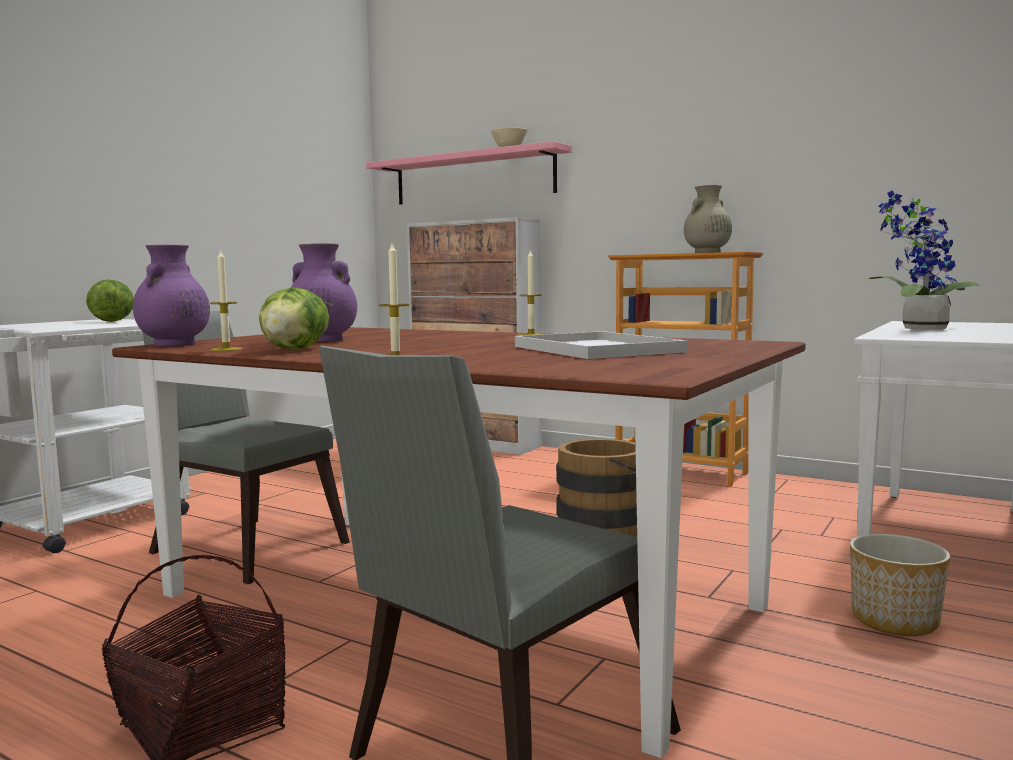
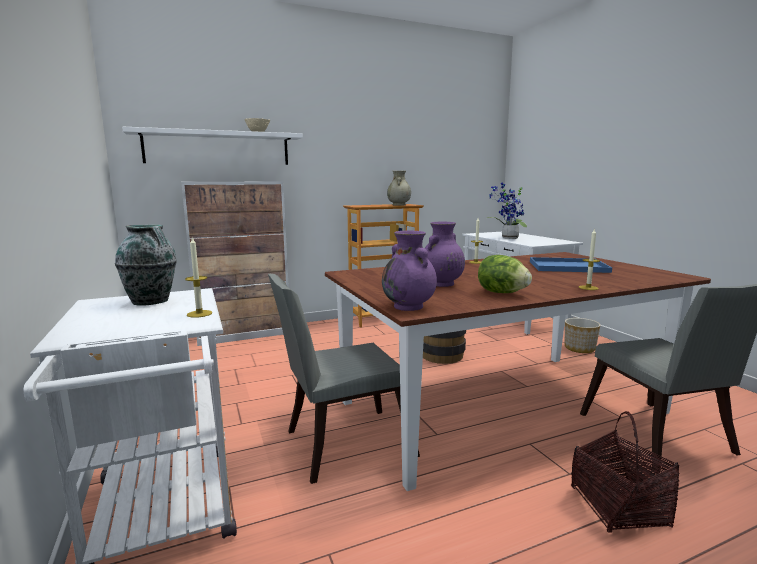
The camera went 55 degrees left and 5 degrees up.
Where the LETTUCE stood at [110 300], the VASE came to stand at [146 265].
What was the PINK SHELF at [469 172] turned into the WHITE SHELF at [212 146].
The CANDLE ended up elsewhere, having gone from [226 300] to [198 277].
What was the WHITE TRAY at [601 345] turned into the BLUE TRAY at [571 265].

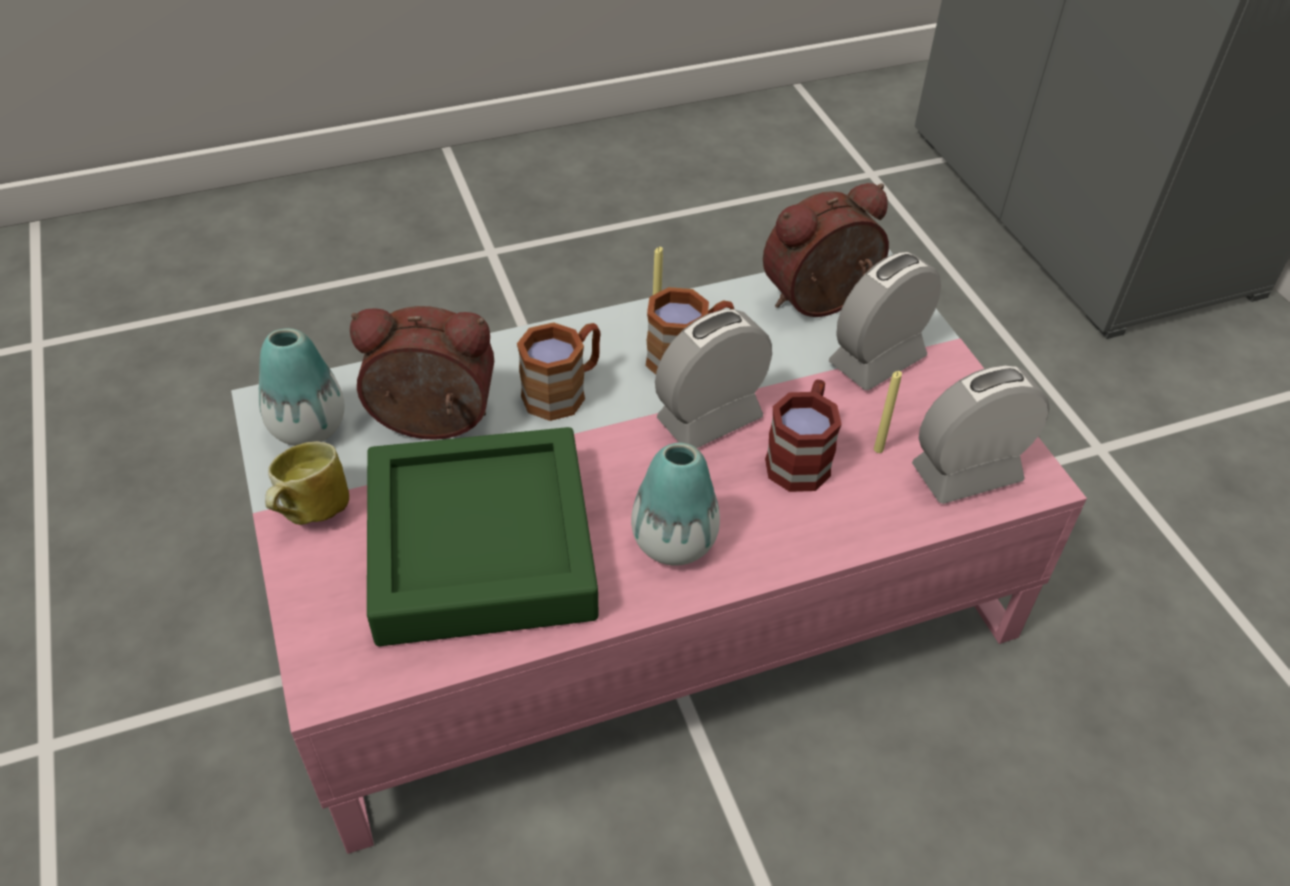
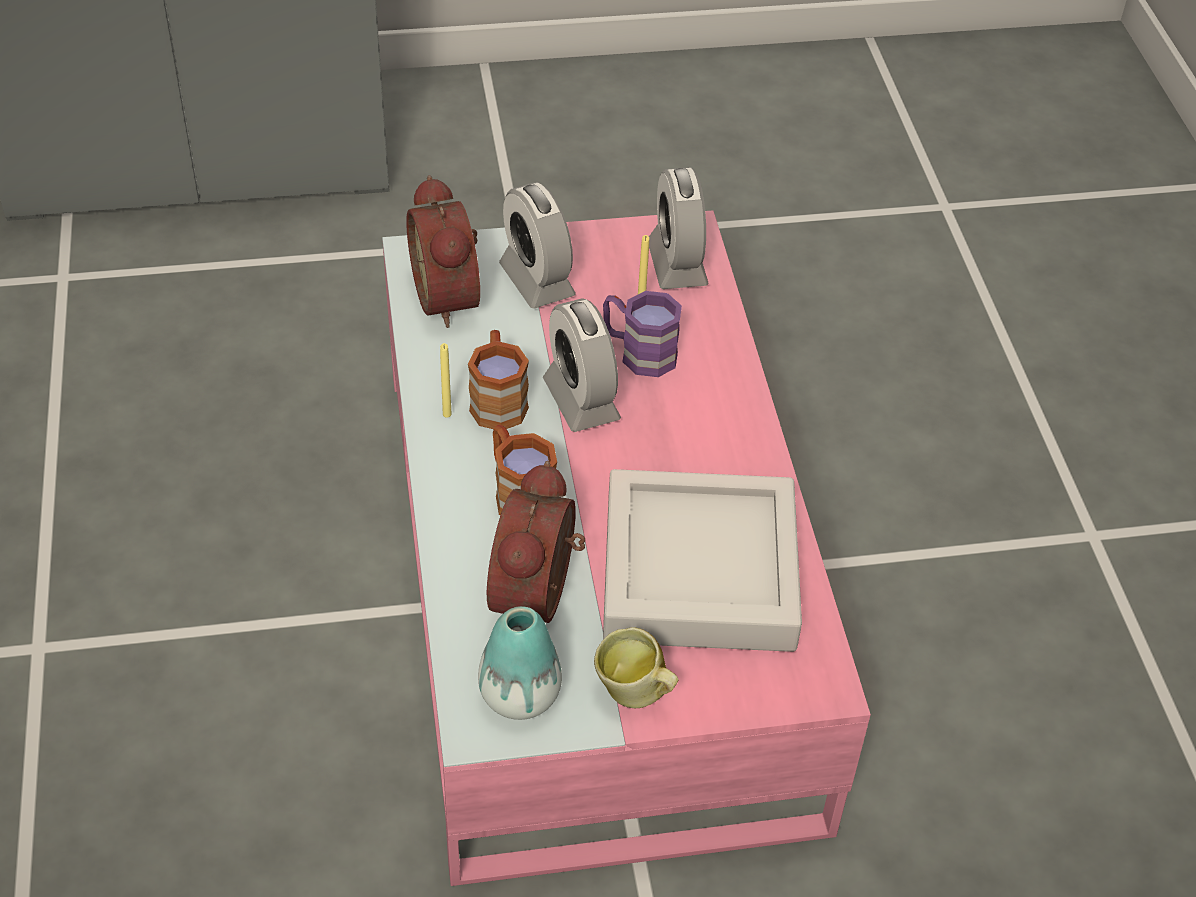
The camera went 80 degrees left and 0 degrees up.
What was the RED MUG at [803 436] turned into the PURPLE MUG at [642 334].
What was the GREEN TRAY at [483 536] turned into the GREY TRAY at [702 560].
The second view lost the VASE at [675 504].

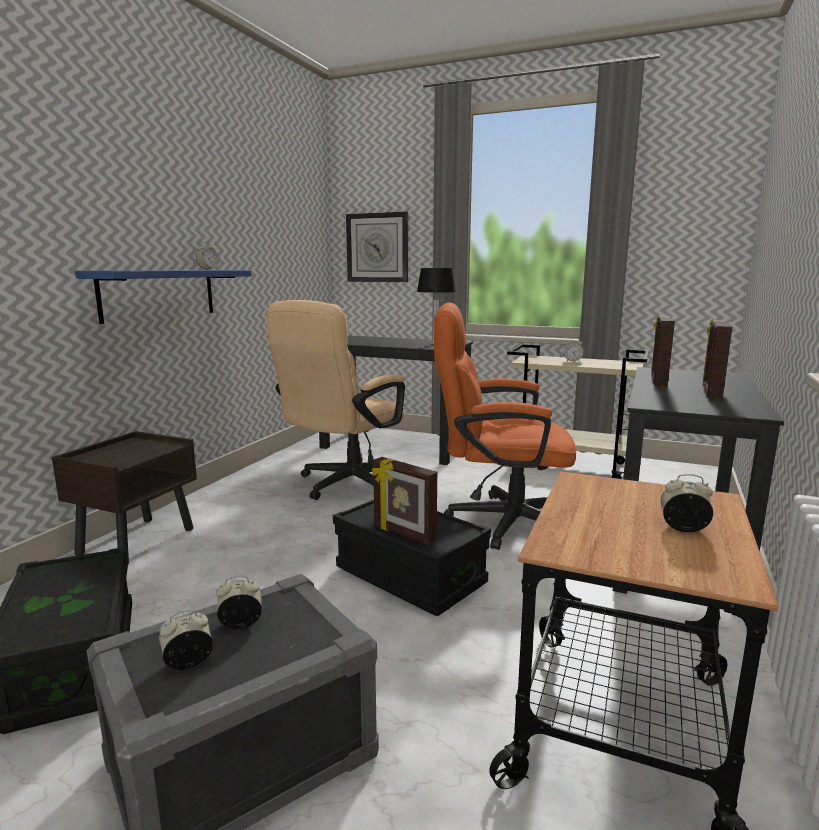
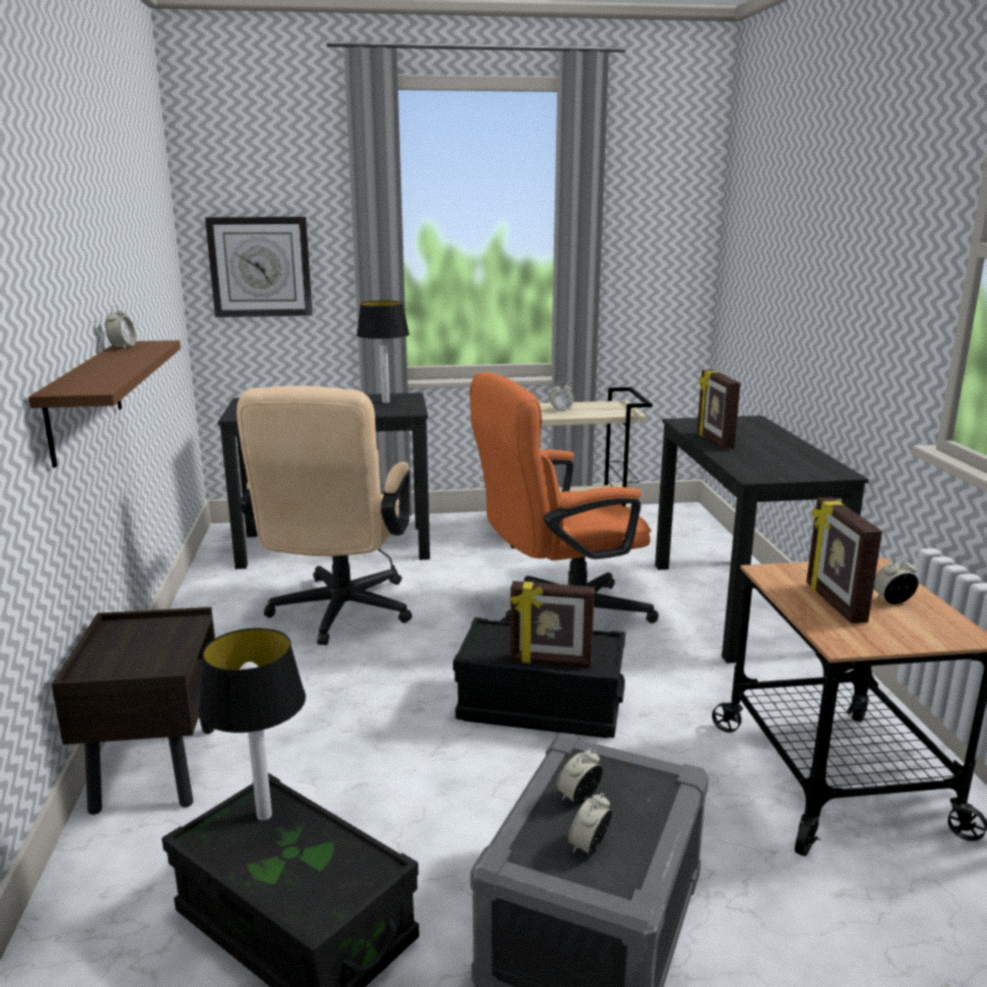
The camera went 30 degrees left and 5 degrees up.
What was the BLUE SHELF at [163 297] turned into the BROWN SHELF at [104 404].
The second view gained the TABLE LAMP at [252 724].
The PICTURE FRAME ended up elsewhere, having gone from [717 359] to [844 560].

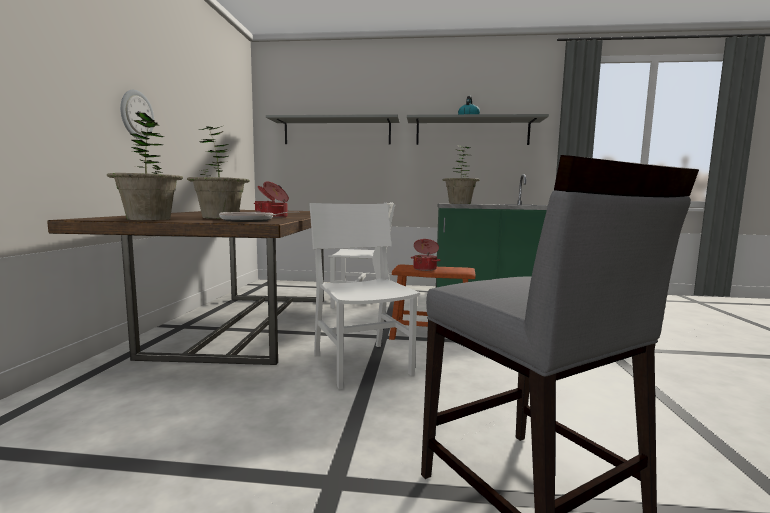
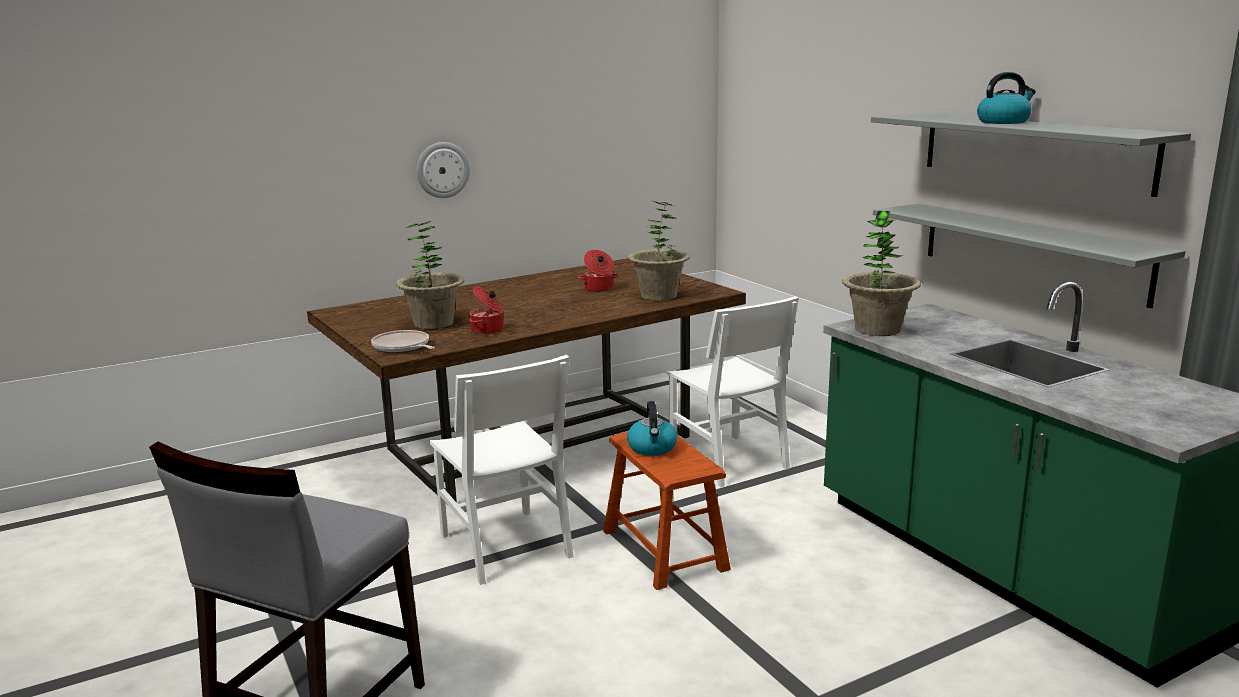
The camera went 55 degrees right and 10 degrees up.
The WHITE CHAIR at [364 296] ended up facing another way, 120 degrees clockwise from before.
Where the COOKING POT stood at [425 255], the KETTLE came to stand at [652 428].
The POTTED PLANT ended up elsewhere, having gone from [145 166] to [659 250].
The GREY SHELF ended up elsewhere, having gone from [333 129] to [1029 255].

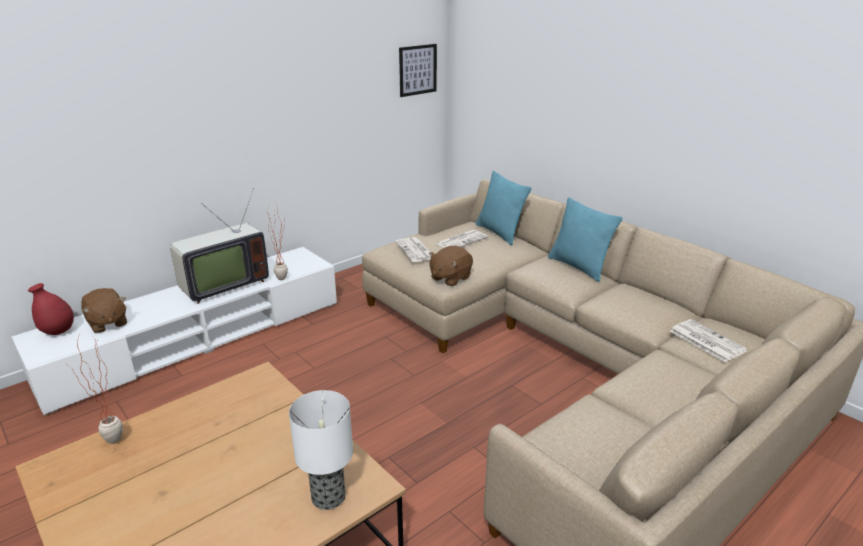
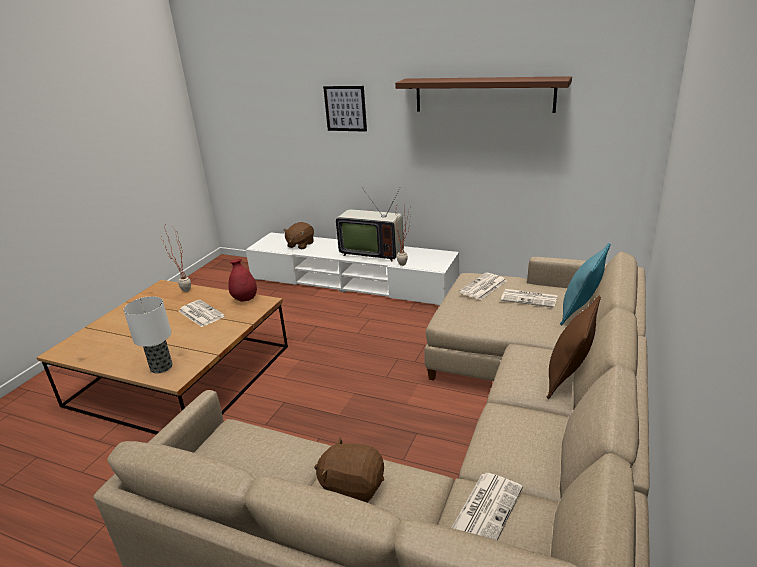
The camera went 65 degrees right and 0 degrees up.
The second view gained the NEWSPAPER at [202 313].
The RED VASE ended up elsewhere, having gone from [51 309] to [242 280].
The BROWN PLUSH TOY ended up elsewhere, having gone from [451 266] to [349 470].
The PICTURE ended up elsewhere, having gone from [418 70] to [345 109].
The second view gained the BROWN SHELF at [483 94].
What was the TURQUOISE PILLOW at [585 239] turned into the BROWN PILLOW at [574 347].

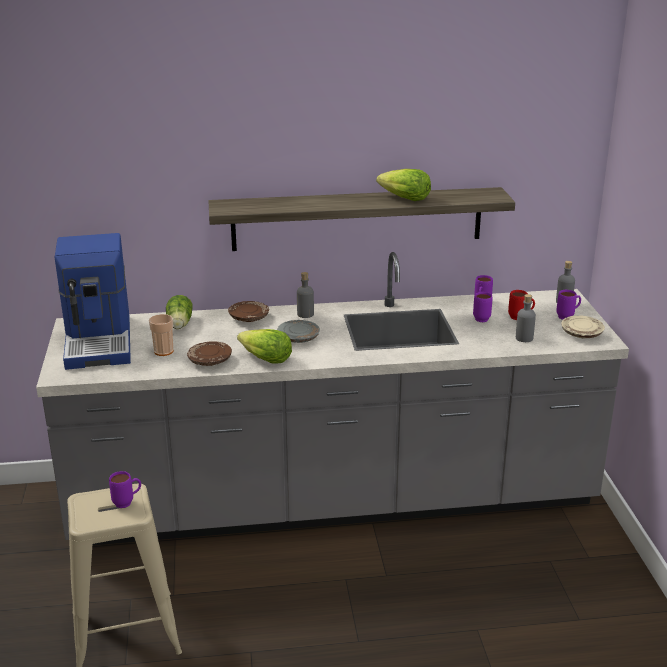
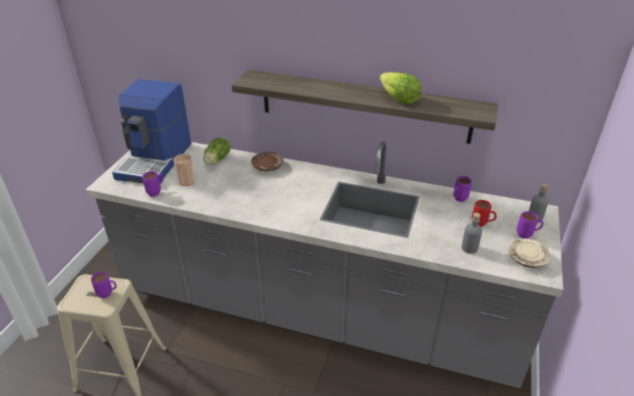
The camera went 25 degrees right and 10 degrees up.
The PURPLE MUG ended up elsewhere, having gone from [483 307] to [153 184].
The second view lost the BROWN PLATE at [209 353].
The second view lost the LETTUCE at [264 346].
The second view lost the GREY PLATE at [298 331].
The second view lost the GREY BOTTLE at [305 295].

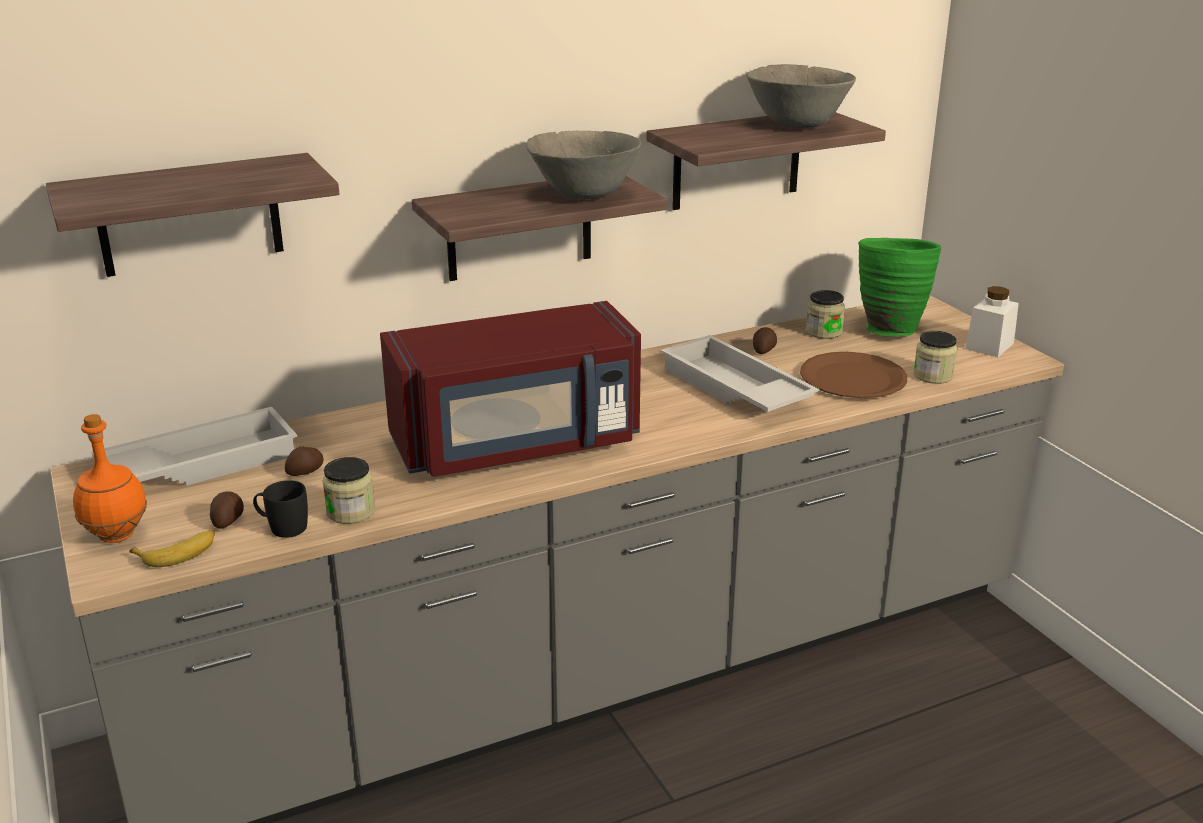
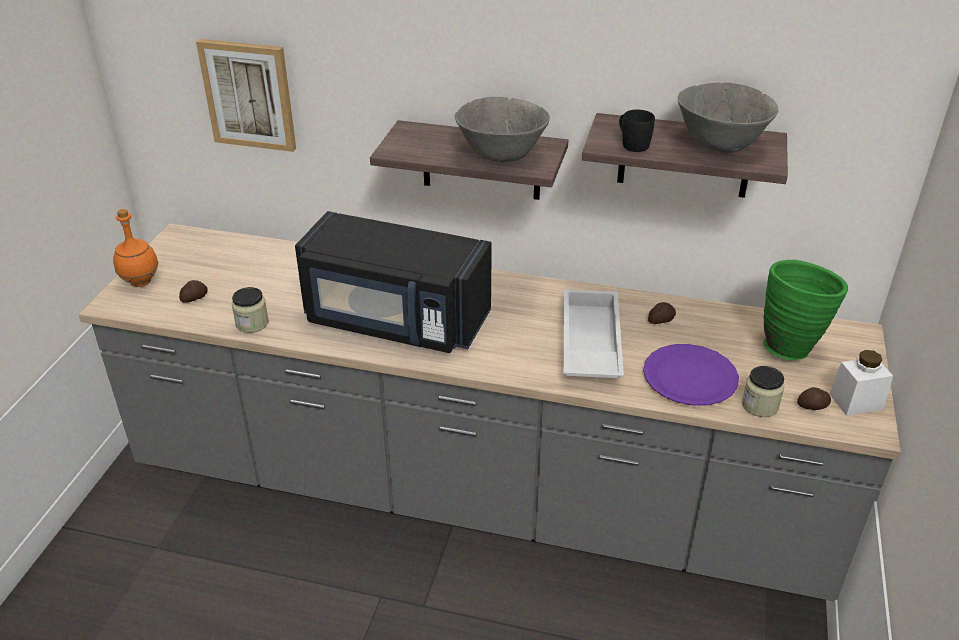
The camera went 40 degrees right and 10 degrees up.
Where the SHELF hung at [192 215], the PICTURE came to hang at [246 95].
What was the RED MICROWAVE at [510 389] turned into the BLACK MICROWAVE at [393 282].
The BLACK MUG ended up elsewhere, having gone from [280 509] to [637 131].
What was the BROWN PLATE at [853 375] turned into the PURPLE PLATE at [691 375].
The POTATO ended up elsewhere, having gone from [304 461] to [814 398].
The second view lost the WHITE TRAY at [194 446].
The second view lost the BANANA at [172 548].
The second view lost the JAR at [825 314].

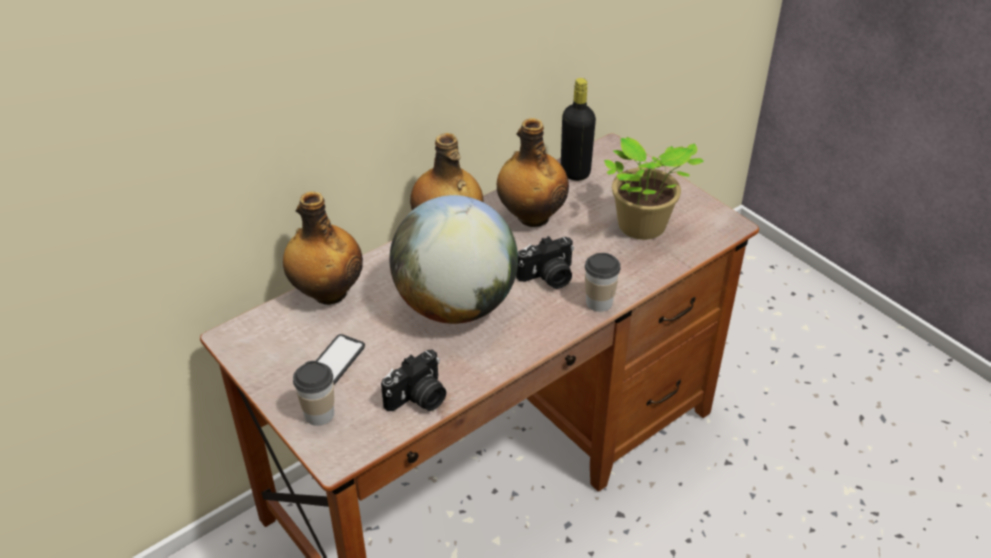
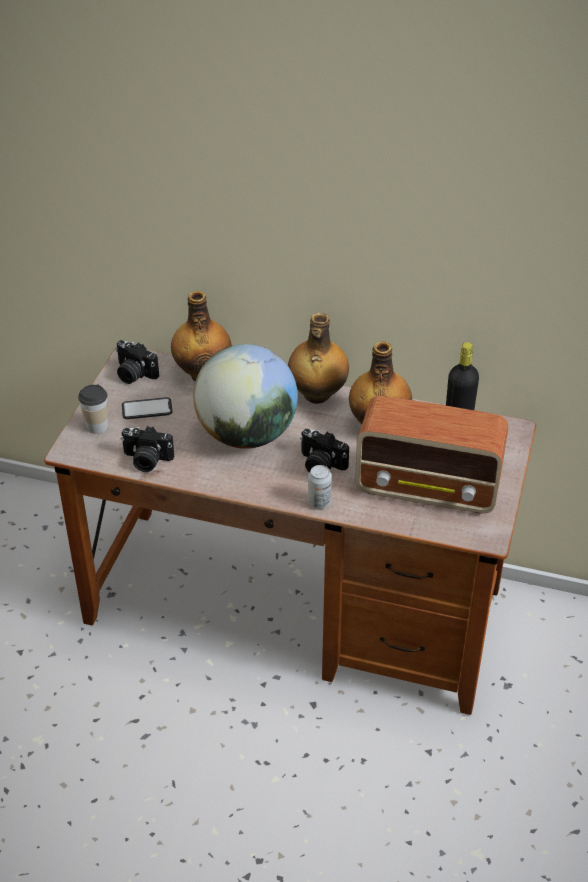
The camera went 55 degrees right and 0 degrees up.
The second view gained the PHOTO CAMERA at [137 362].
Where the CUP stood at [602 282], the CAN came to stand at [320 487].
Where the POTTED PLANT stood at [654 188], the RADIO came to stand at [431 455].

